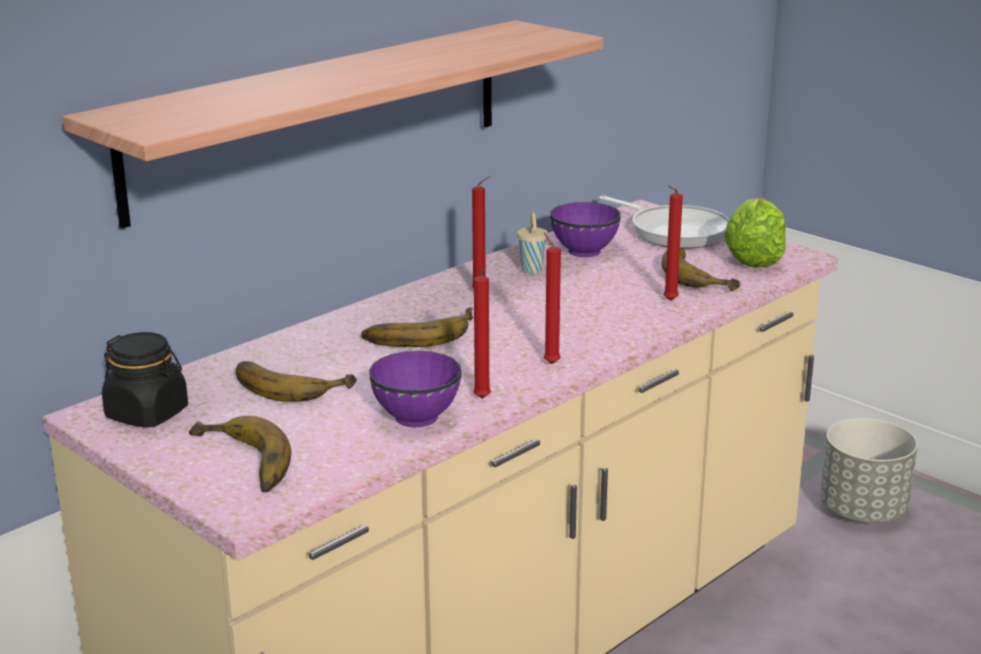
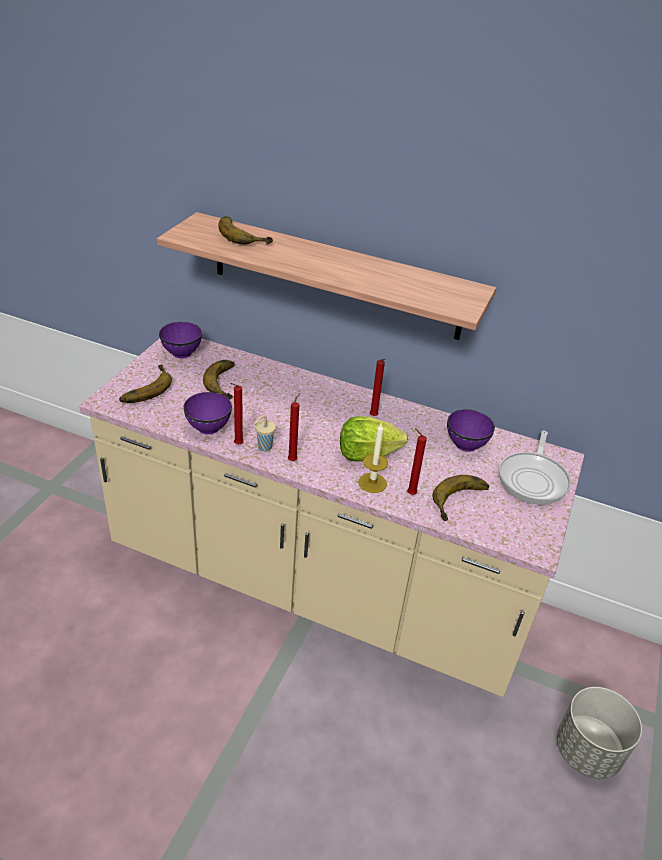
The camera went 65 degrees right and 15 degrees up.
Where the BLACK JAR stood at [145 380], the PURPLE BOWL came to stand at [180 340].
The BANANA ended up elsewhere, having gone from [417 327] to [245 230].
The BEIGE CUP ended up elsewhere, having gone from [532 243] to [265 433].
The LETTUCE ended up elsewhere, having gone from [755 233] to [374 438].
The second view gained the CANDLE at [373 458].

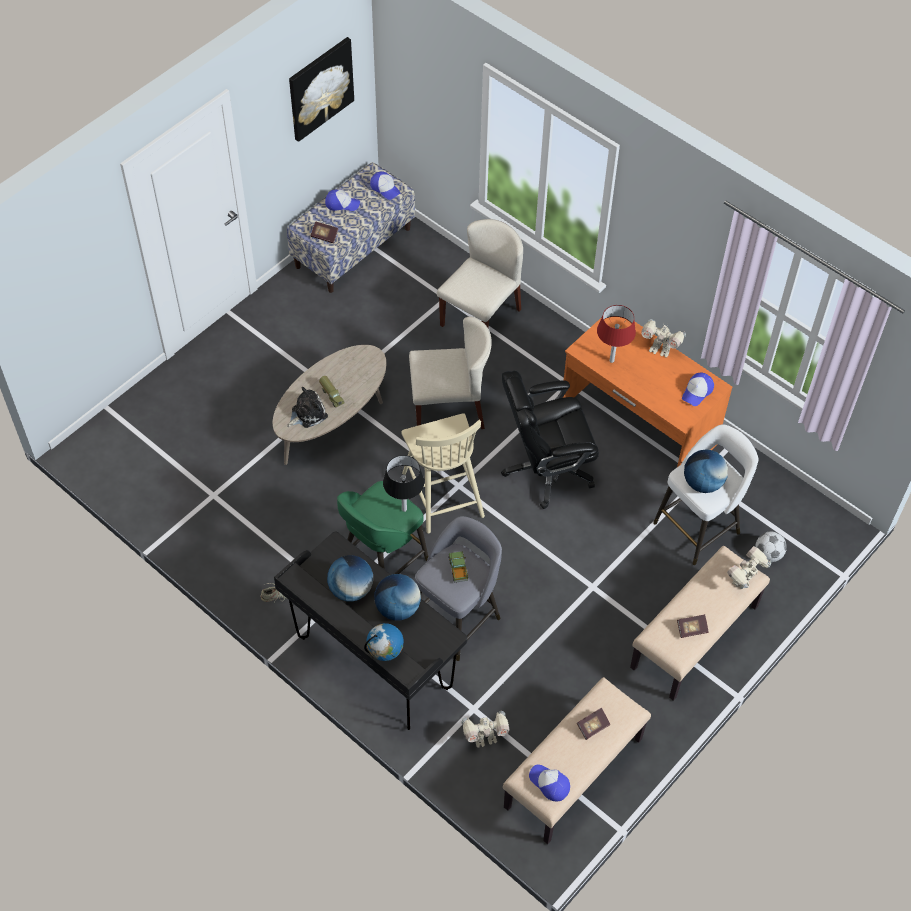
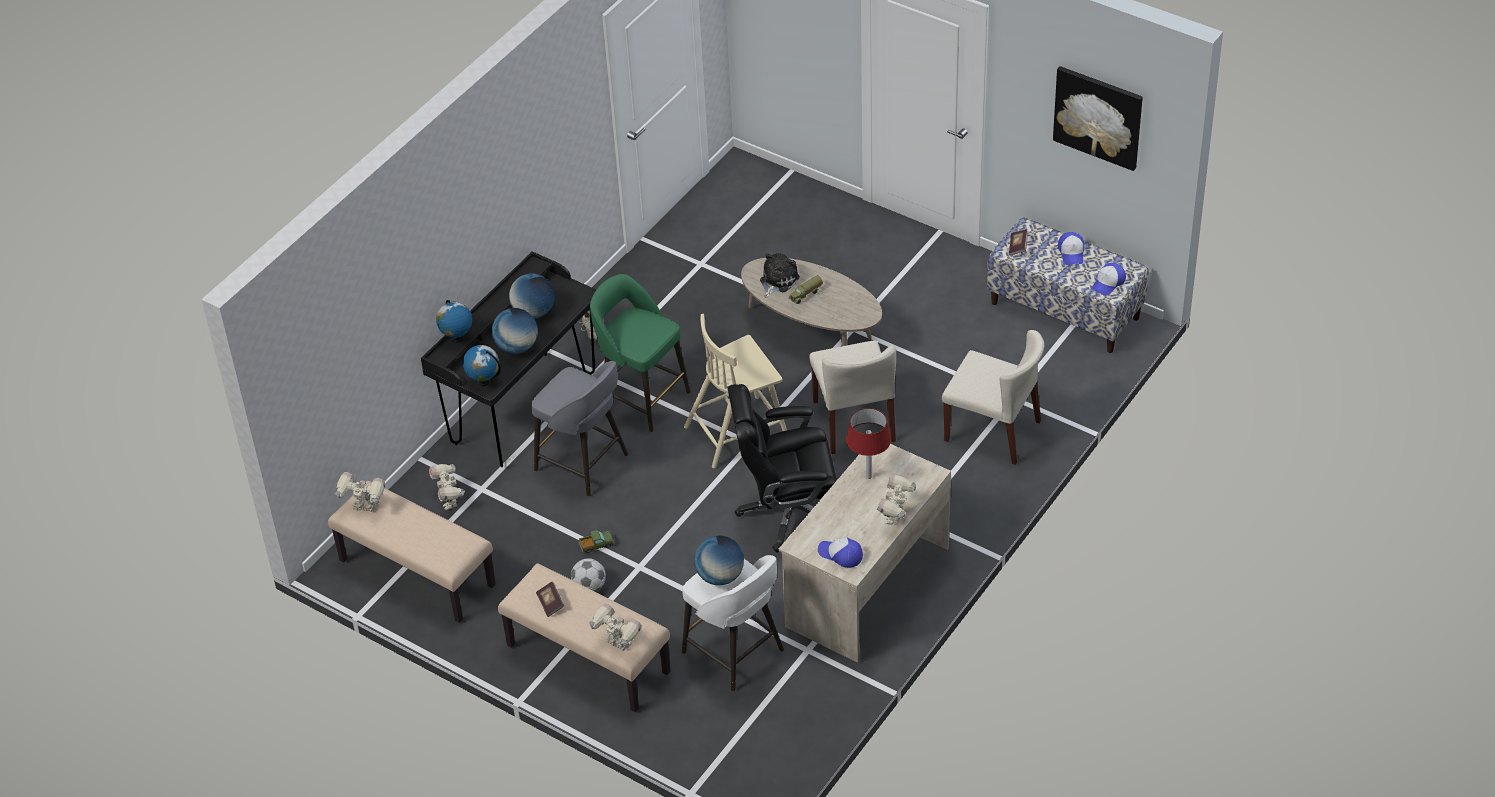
The camera went 85 degrees right and 10 degrees down.
Where the CAP stood at [549 783], the TOY ROBOT came to stand at [360 492].
The second view gained the GLOBE at [482 365].
The FOOTBALL ended up elsewhere, having gone from [771 547] to [588 575].
The TOY TRUCK ended up elsewhere, having gone from [458 567] to [596 541].
The BLACK OFFICE CHAIR at [550 440] ended up facing another way, 75 degrees counterclockwise from before.
The PLUSH TOY at [307 407] ended up facing another way, 105 degrees counterclockwise from before.
What was the ORANGE DESK at [647 392] turned into the BEIGE DESK at [864 553].
The second view lost the BLACK TABLE LAMP at [403 483].
The second view lost the BOOK at [593 724].

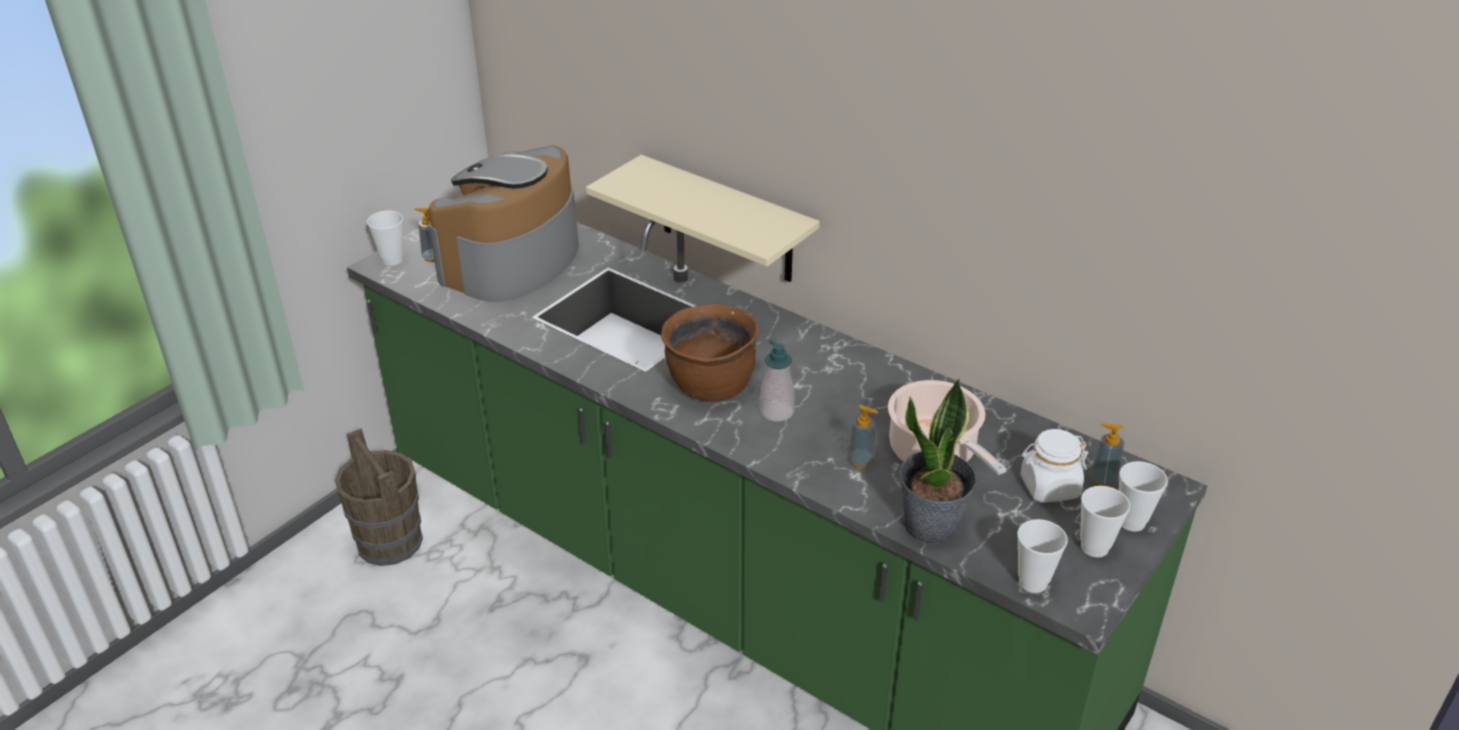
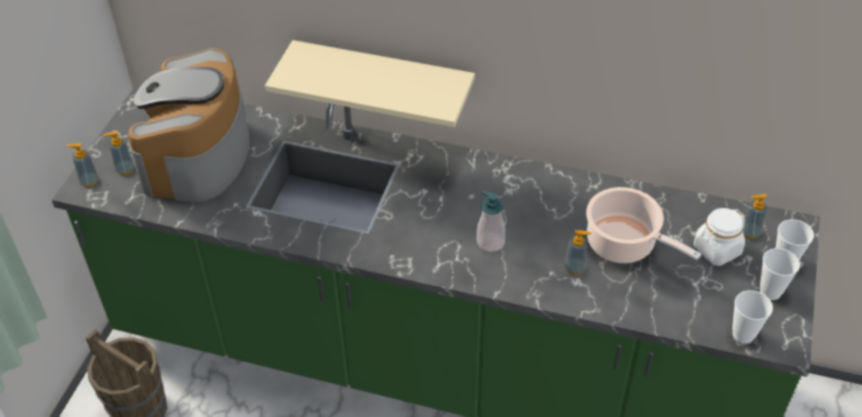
The camera went 20 degrees left and 10 degrees up.
Where the CUP stood at [385 238], the SOAP DISPENSER came to stand at [82 165].
The second view lost the BROWN COOKING POT at [710 353].
The second view lost the POTTED PLANT at [938 461].

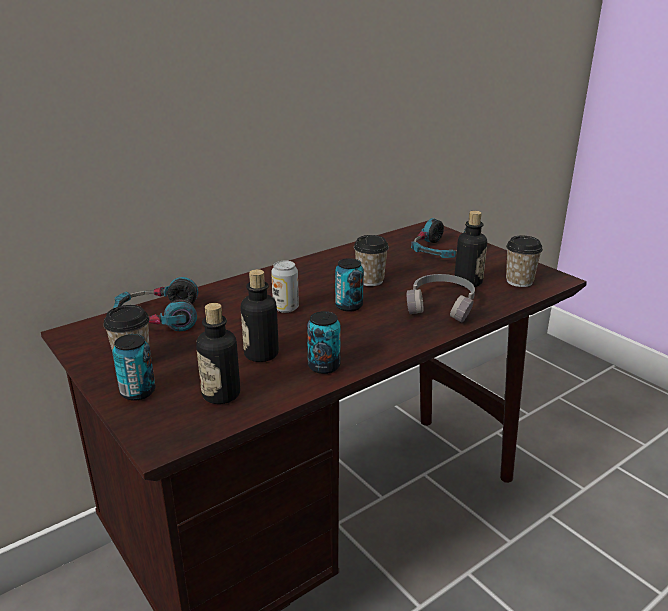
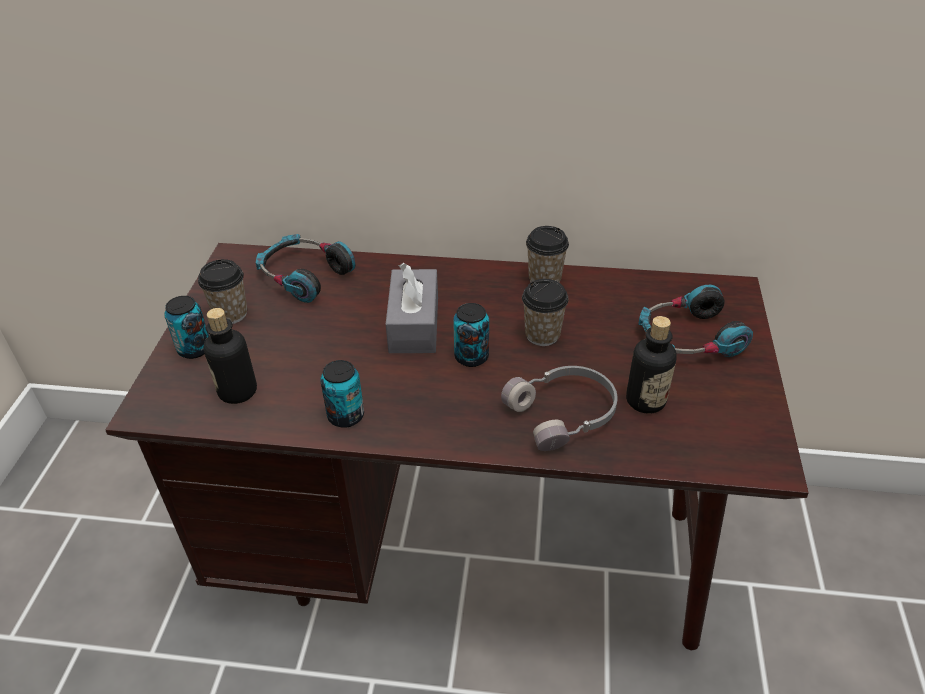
The camera went 45 degrees right and 15 degrees up.
Where the CAN stood at [285 286], the GREY TISSUE BOX came to stand at [412 308].
The CUP ended up elsewhere, having gone from [524 261] to [547 254].
The second view lost the BOTTLE at [260 315].

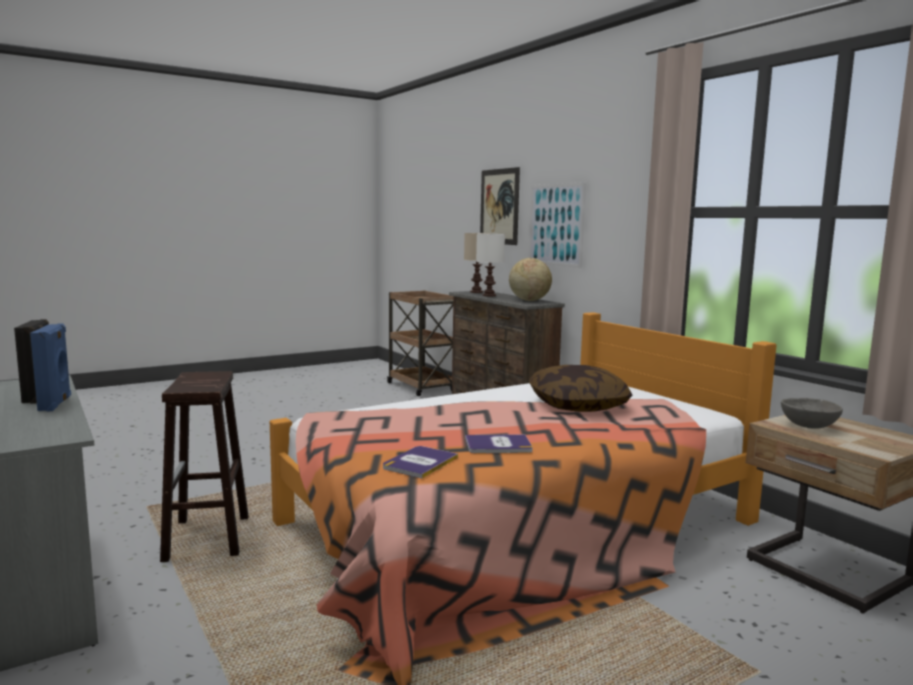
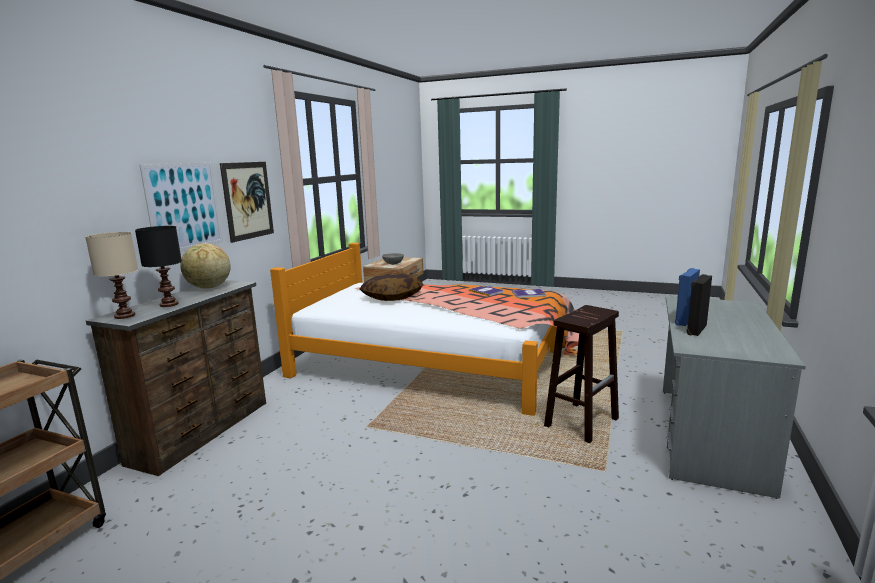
The camera went 125 degrees left and 5 degrees up.
What was the WHITE TABLE LAMP at [490 265] turned into the BLACK TABLE LAMP at [158 266].
The PICTURE ended up elsewhere, having gone from [500 206] to [247 202].

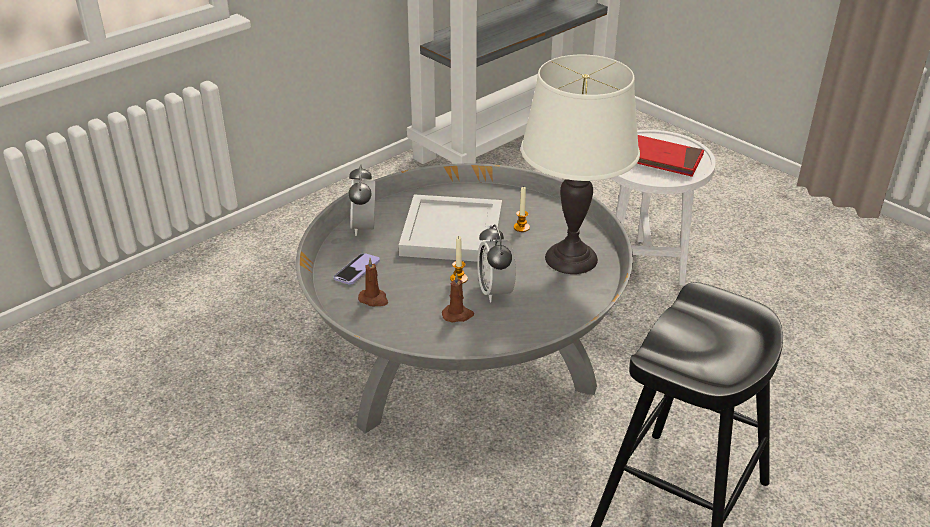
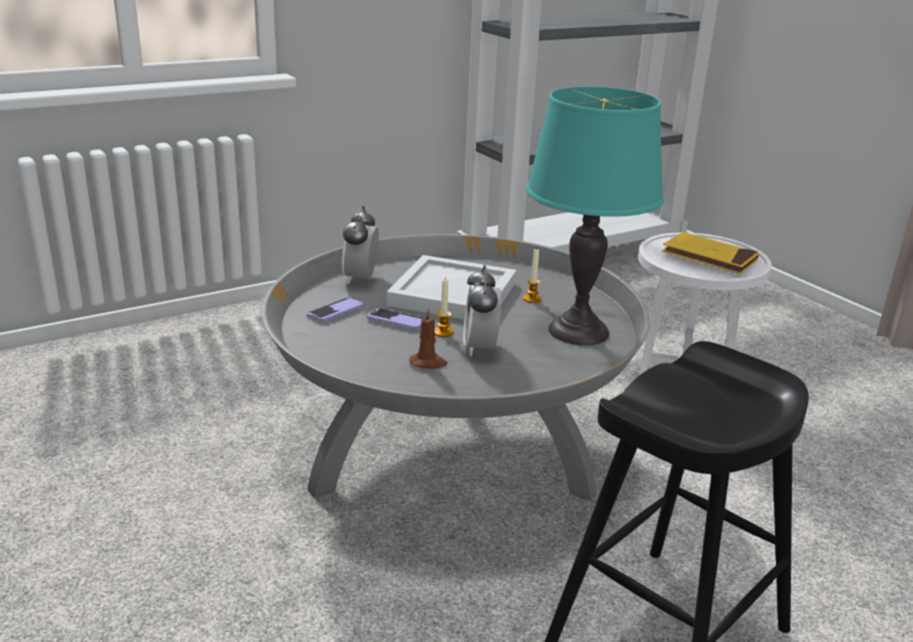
The camera went 10 degrees right and 10 degrees down.
The second view gained the PHONE at [395 318].
What was the WHITE TABLE LAMP at [580 164] turned into the TURQUOISE TABLE LAMP at [595 216].
What was the RED BOOK at [670 156] turned into the YELLOW BOOK at [710 253].
The second view lost the BROWN CANDLE at [373 282].

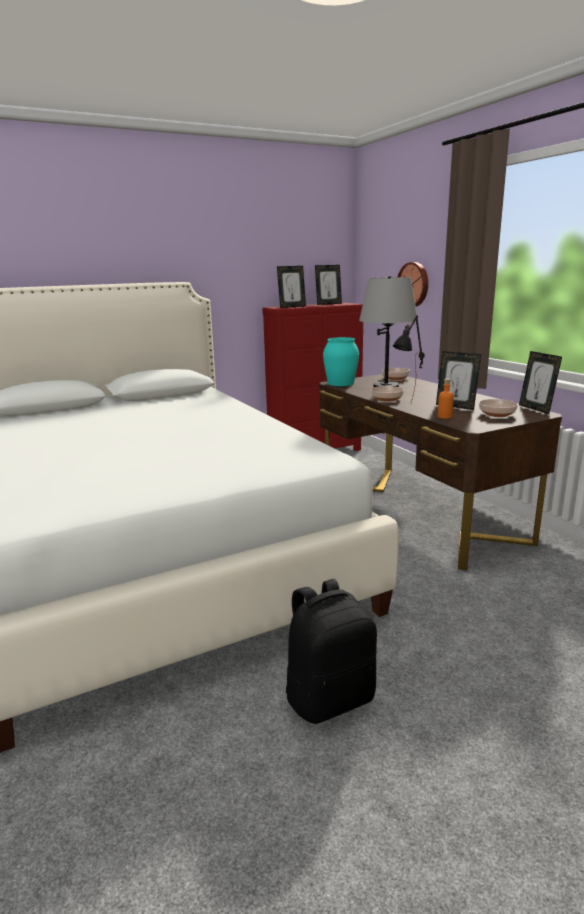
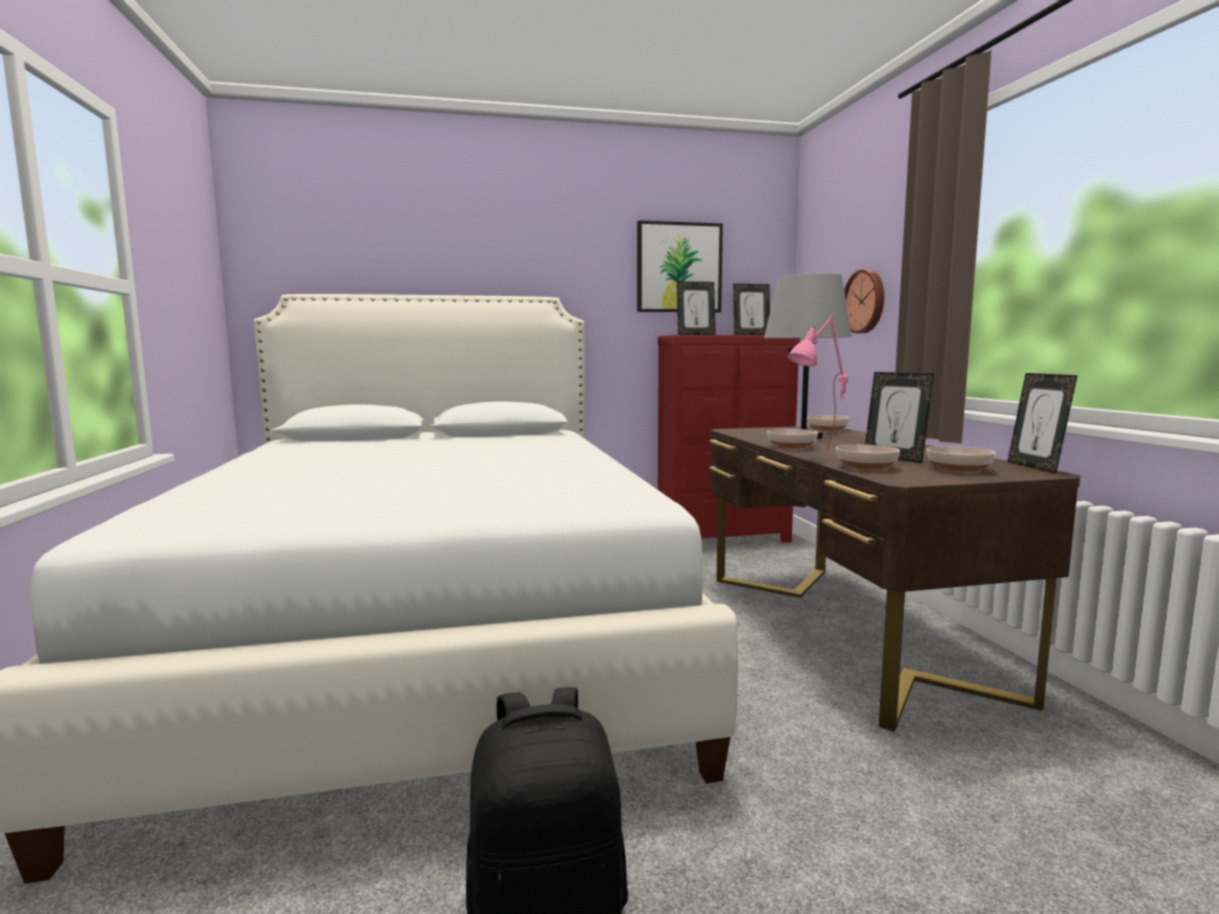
The camera went 15 degrees right and 10 degrees down.
The second view gained the PICTURE at [680 266].
What was the BLACK TABLE LAMP at [409 359] turned into the PINK TABLE LAMP at [817 383].
Where the ORANGE BOTTLE stood at [446 399], the BOWL came to stand at [868 457].
The second view lost the TURQUOISE VASE at [341 361].

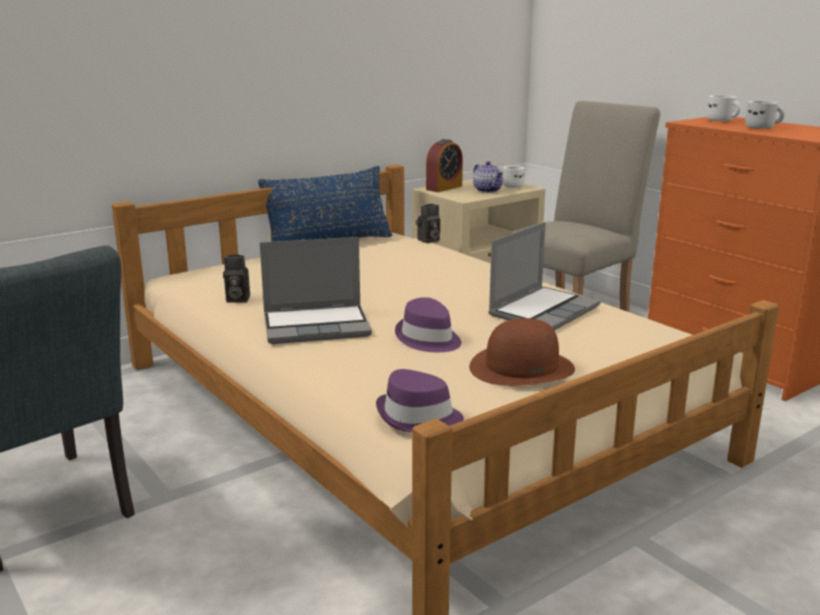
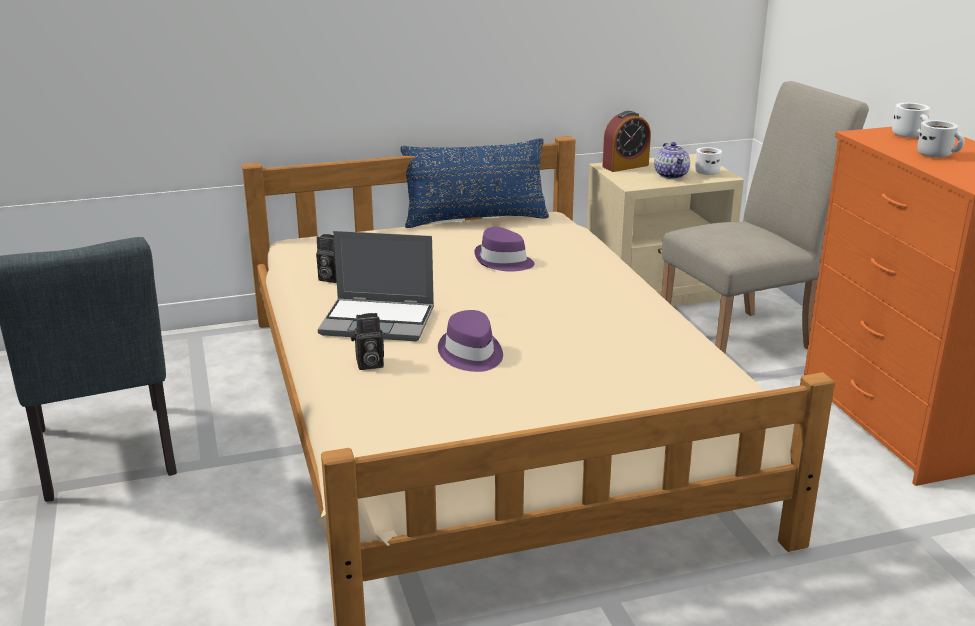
The camera went 20 degrees right and 5 degrees up.
The PHOTO CAMERA ended up elsewhere, having gone from [428 223] to [367 341].
The PURPLE HAT ended up elsewhere, having gone from [420 400] to [504 249].
The second view lost the BROWN HAT at [522 352].
The second view lost the LAPTOP at [544 276].

